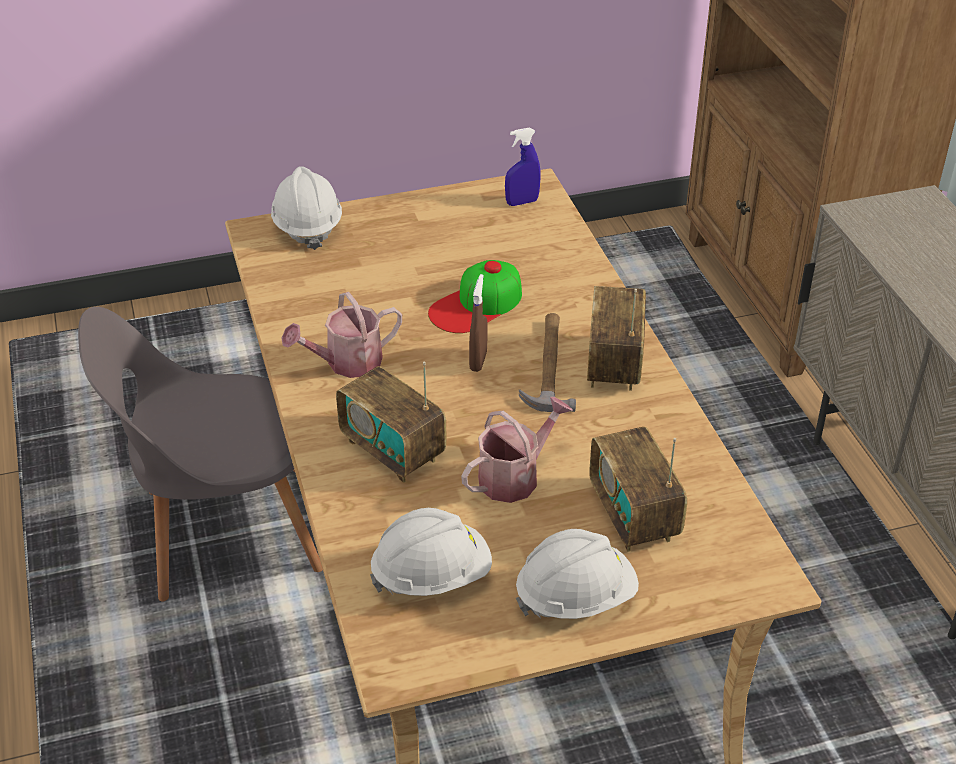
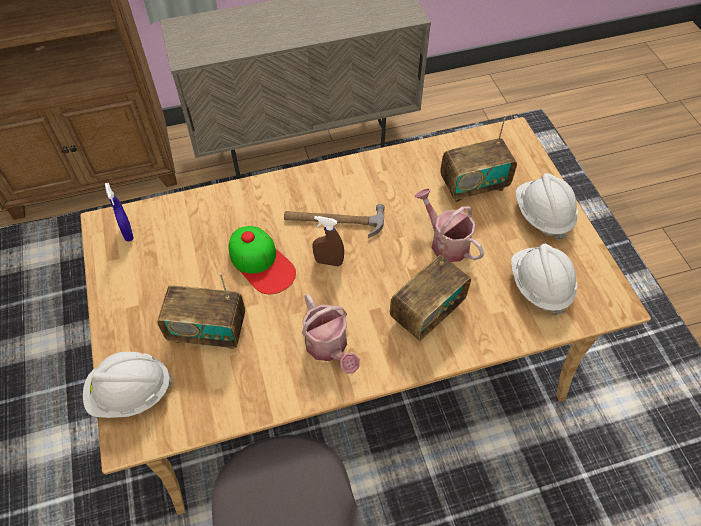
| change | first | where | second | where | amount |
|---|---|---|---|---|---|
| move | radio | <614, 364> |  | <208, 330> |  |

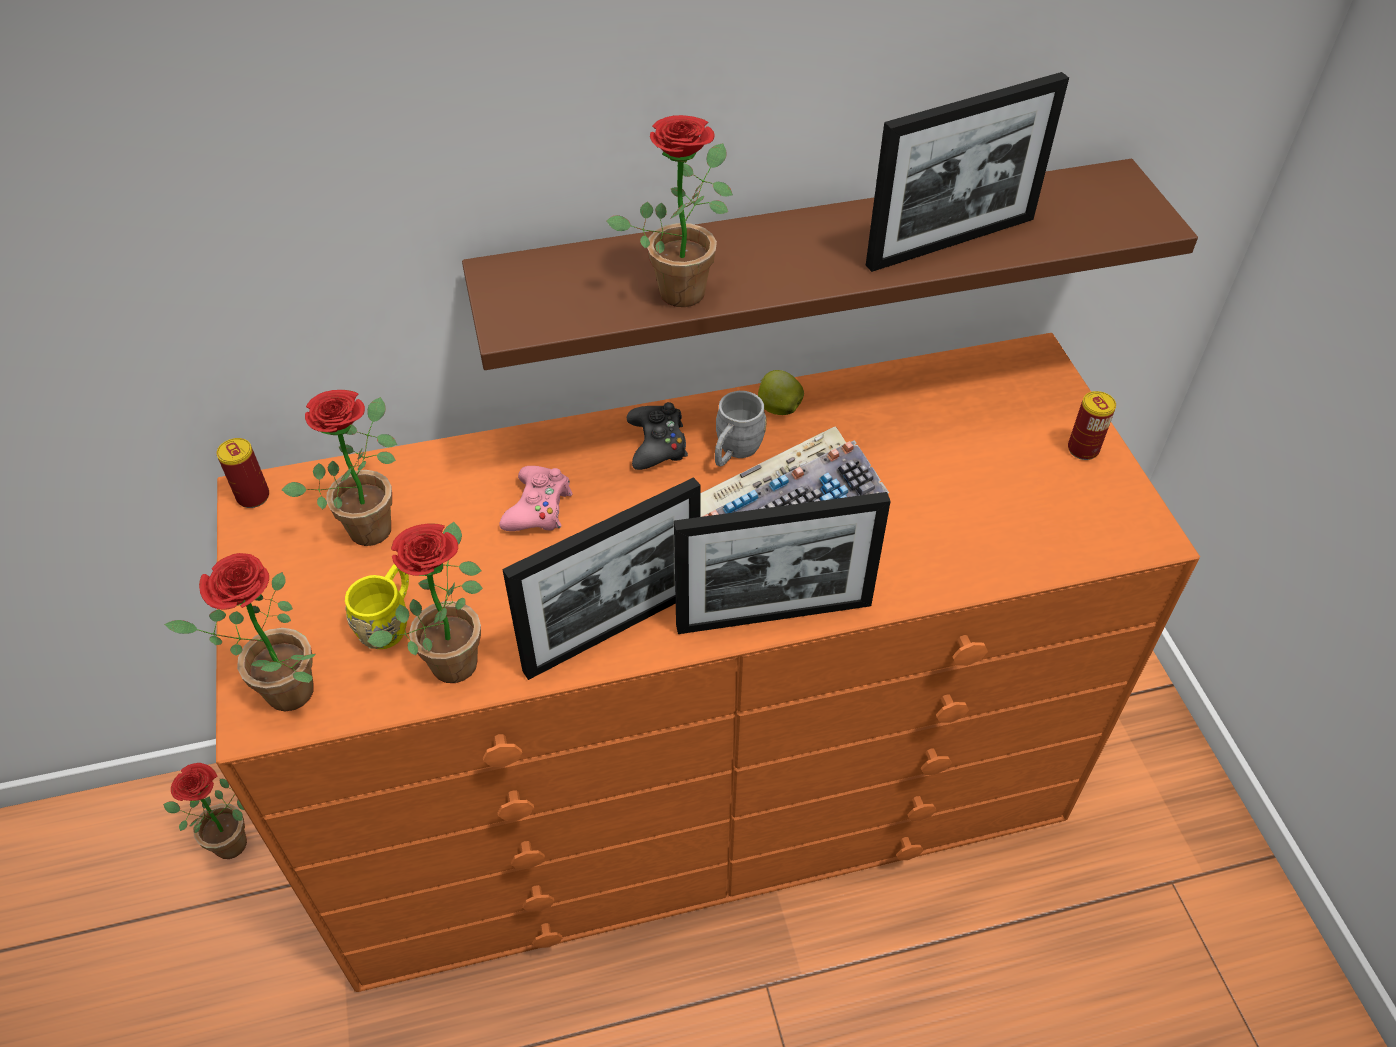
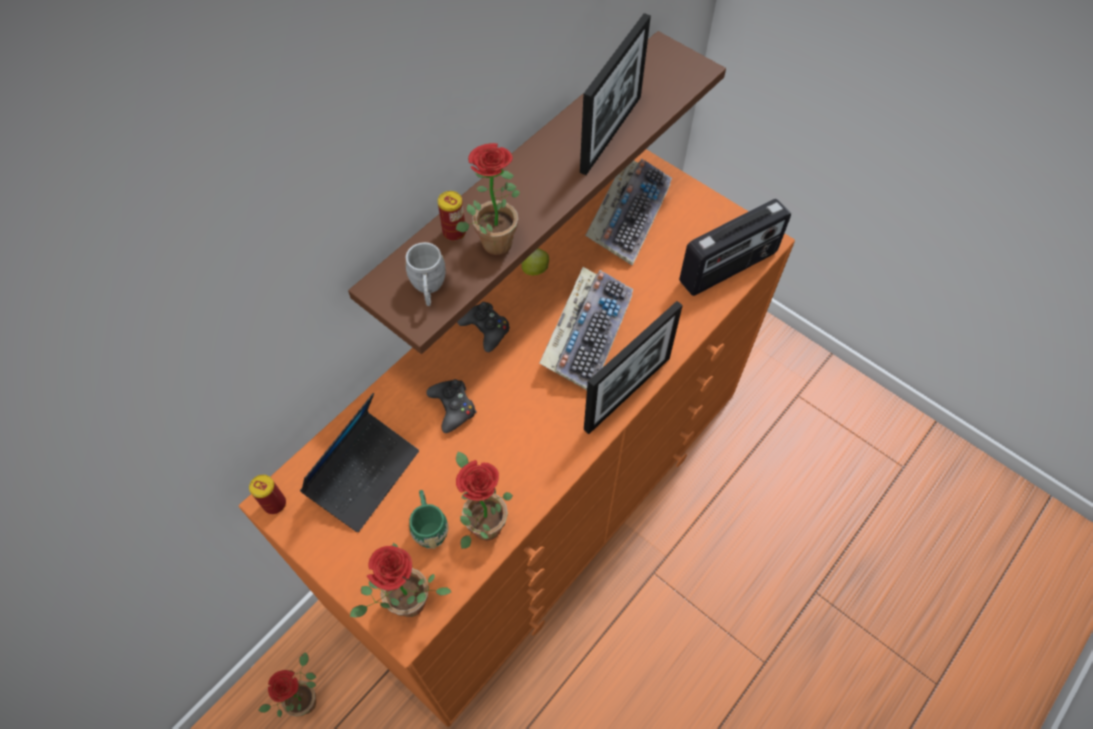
| change | first | where | second | where | amount |
|---|---|---|---|---|---|
| delete | picture frame | <613, 630> |  |  |  |
| insert |  |  | keyboard | <628, 214> |  |
| insert |  |  | radio | <729, 268> |  |
| move | mug in grey | <734, 452> |  | <428, 289> |  |
| move | can | <1083, 449> |  | <454, 232> |  |
| replace | potted plant | <371, 522> | laptop | <364, 474> |  |
| recolor | mug in yellow | <390, 622> | mug in green | <429, 526> |  |
| recolor | game controller in pink | <538, 508> | game controller in black | <453, 407> |  |

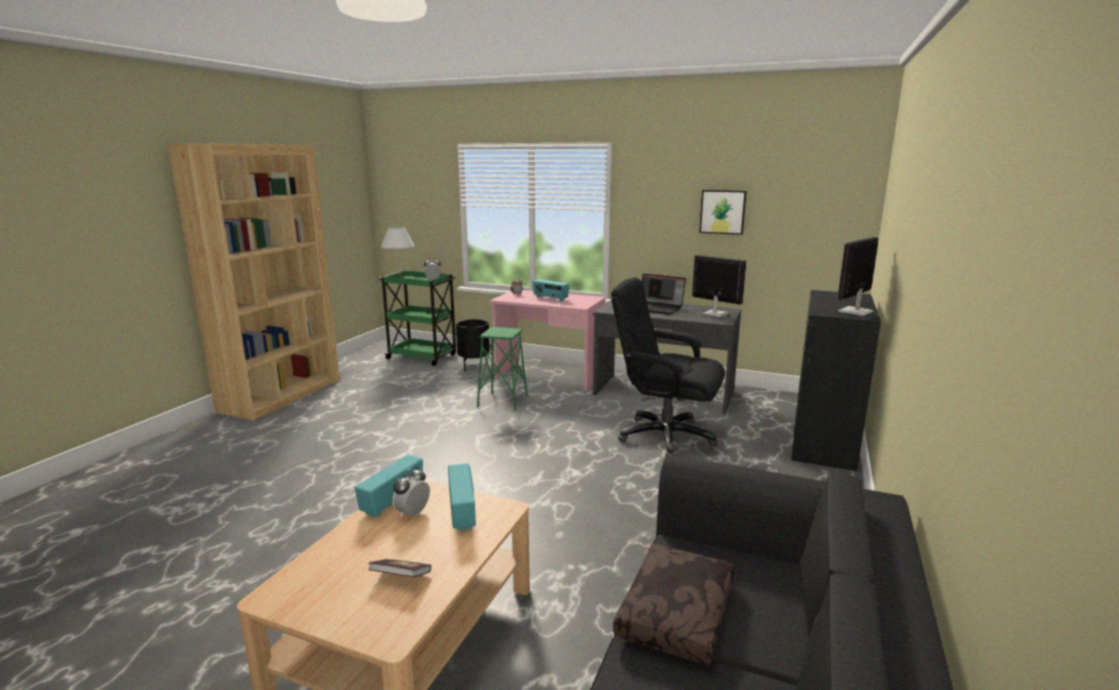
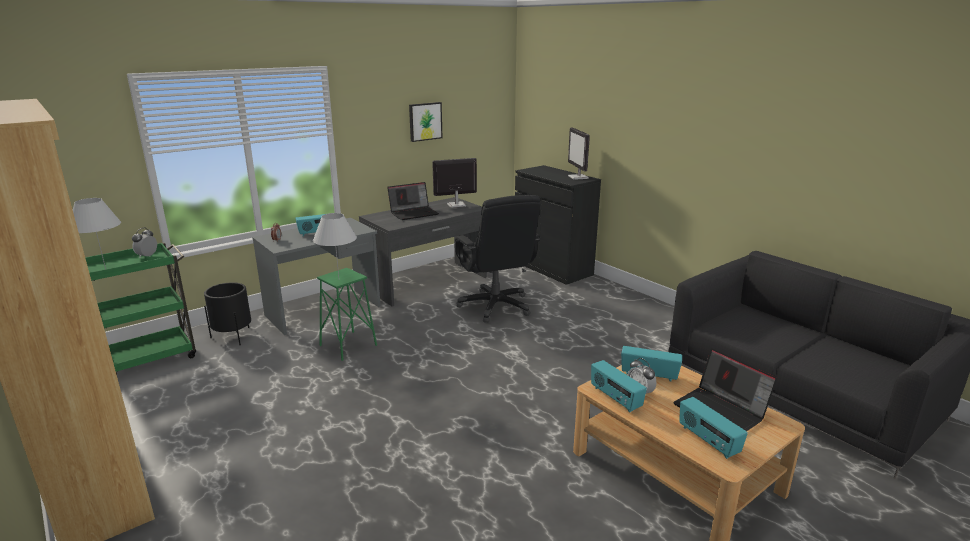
| change | first | where | second | where | amount |
|---|---|---|---|---|---|
| delete | pillow in brown | <678, 614> |  |  |  |
| insert |  |  | table lamp in white | <339, 280> |  |
| insert |  |  | radio | <707, 441> |  |
| replace | book | <401, 577> | laptop | <721, 411> |  |
| recolor | desk in pink | <548, 376> | desk in grey | <324, 311> |  |
| rotate | office chair in black | <664, 436> |  | <495, 306> | 75 degrees counterclockwise |

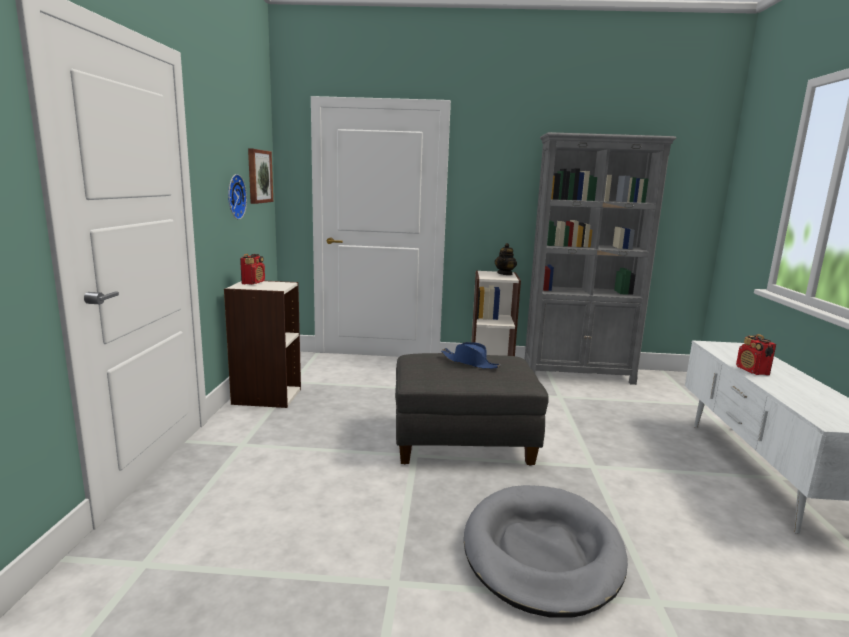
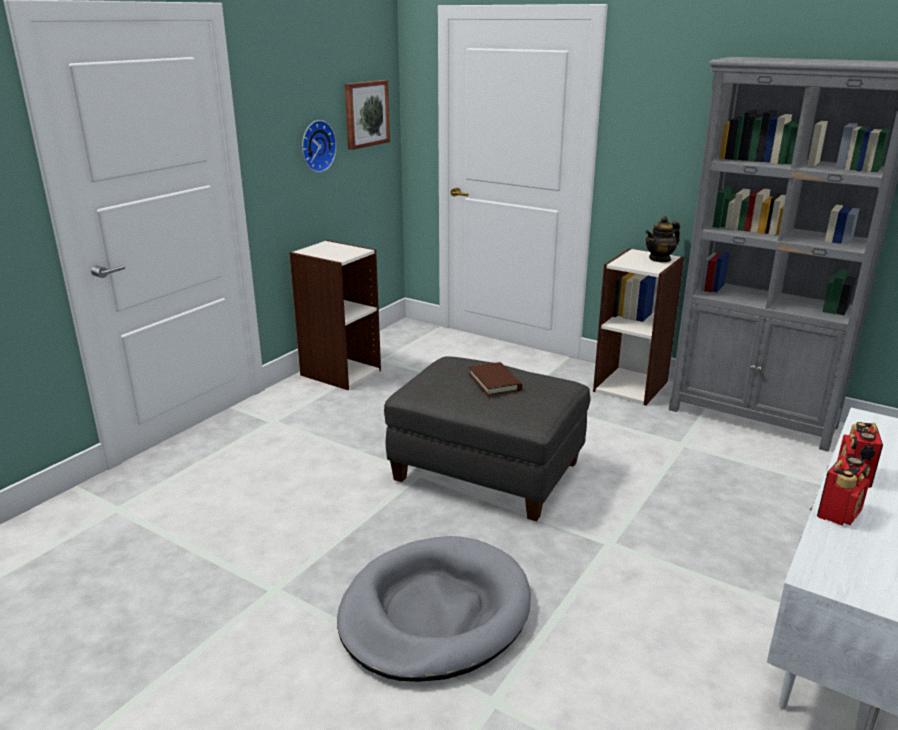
| change | first | where | second | where | amount |
|---|---|---|---|---|---|
| move | radio | <253, 283> |  | <839, 513> |  |
| replace | hat in blue | <470, 362> | book in brown | <494, 382> |  |

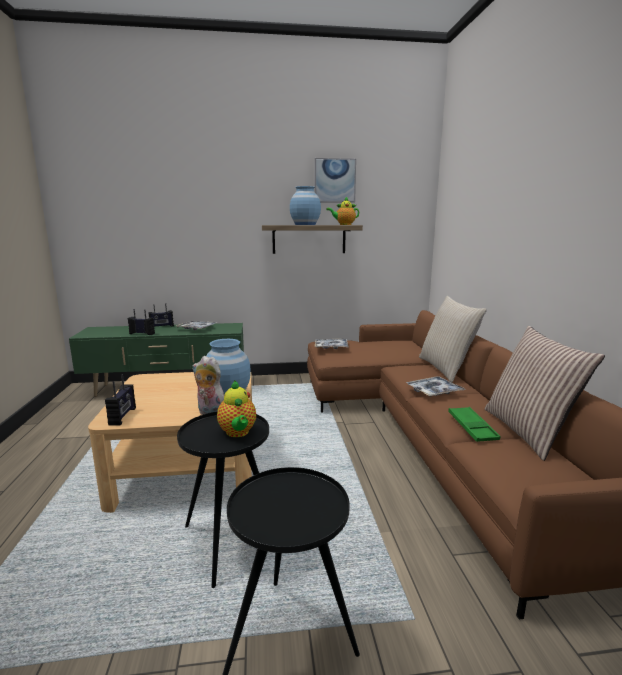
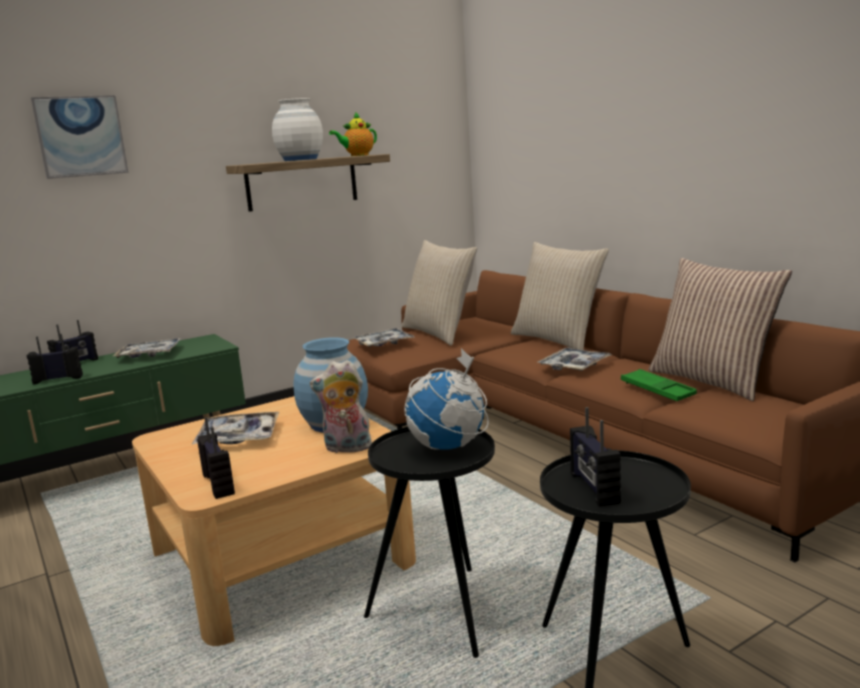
| change | first | where | second | where | amount |
|---|---|---|---|---|---|
| insert |  |  | tray | <238, 437> |  |
| insert |  |  | pillow in beige | <440, 333> |  |
| insert |  |  | radio | <593, 488> |  |
| move | picture | <334, 180> |  | <80, 136> |  |
| replace | teapot | <238, 433> | globe | <448, 447> |  |
| recolor | vase in blue | <305, 224> | vase in white | <300, 160> |  |

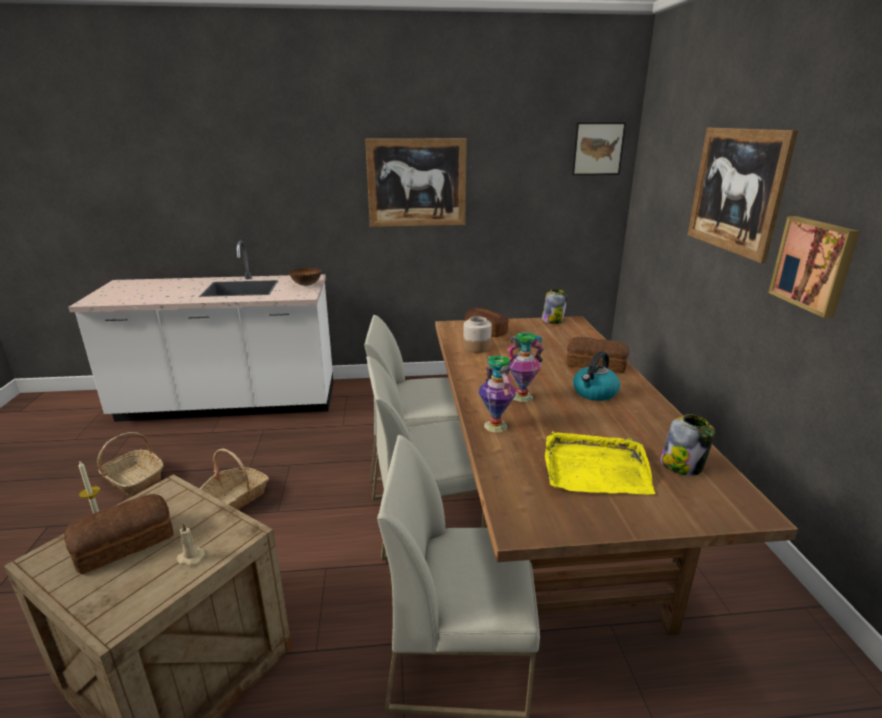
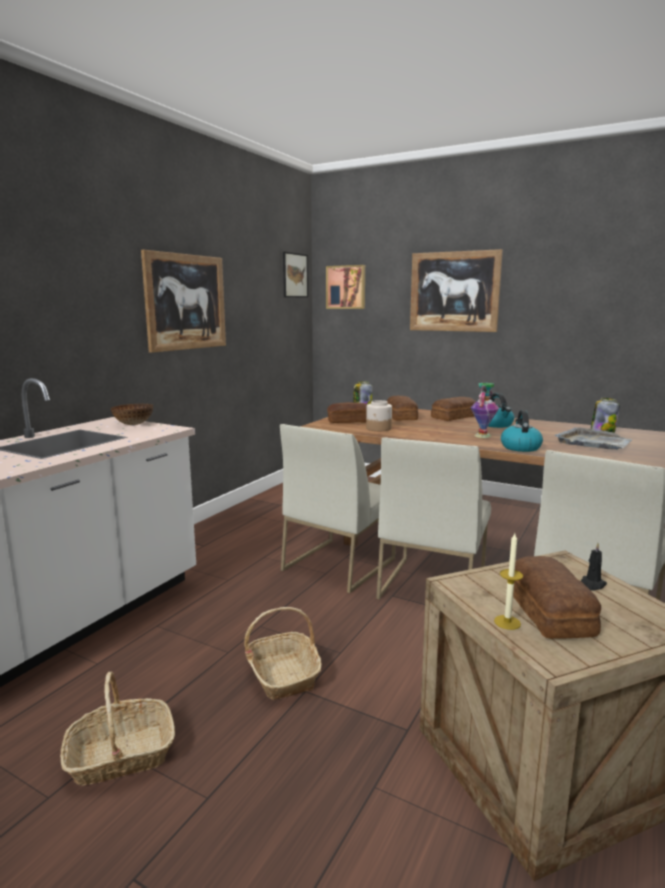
| change | first | where | second | where | amount |
|---|---|---|---|---|---|
| insert |  |  | bread | <401, 416> |  |
| move | picture | <814, 264> |  | <346, 287> |  |
| replace | vase | <495, 426> | kettle | <520, 447> |  |
| recolor | candle in beige | <190, 558> | candle in black | <592, 584> |  |
| recolor | tray in yellow | <595, 468> | tray in grey | <594, 442> |  |

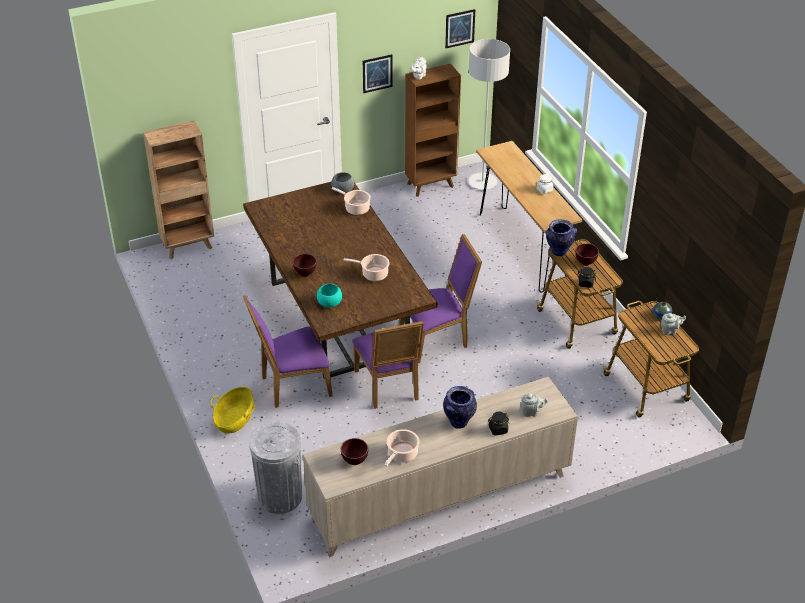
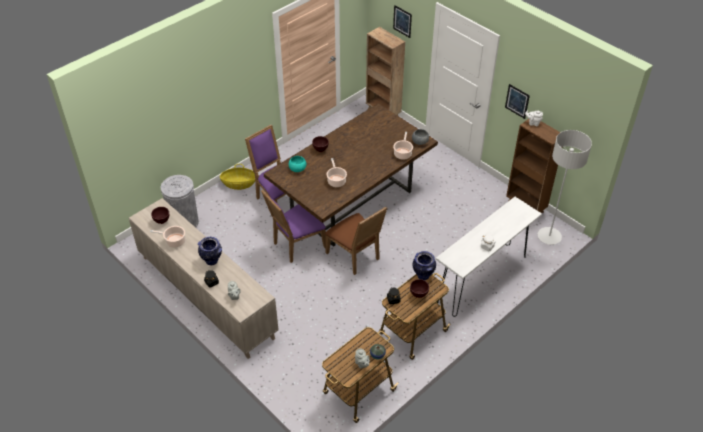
| change | first | where | second | where | amount |
|---|---|---|---|---|---|
| move | picture | <460, 28> |  | <402, 21> |  |
| recolor | chair in purple | <437, 338> | chair in brown | <355, 257> |  |
| recolor | console table in brown | <522, 248> | console table in white | <482, 279> |  |

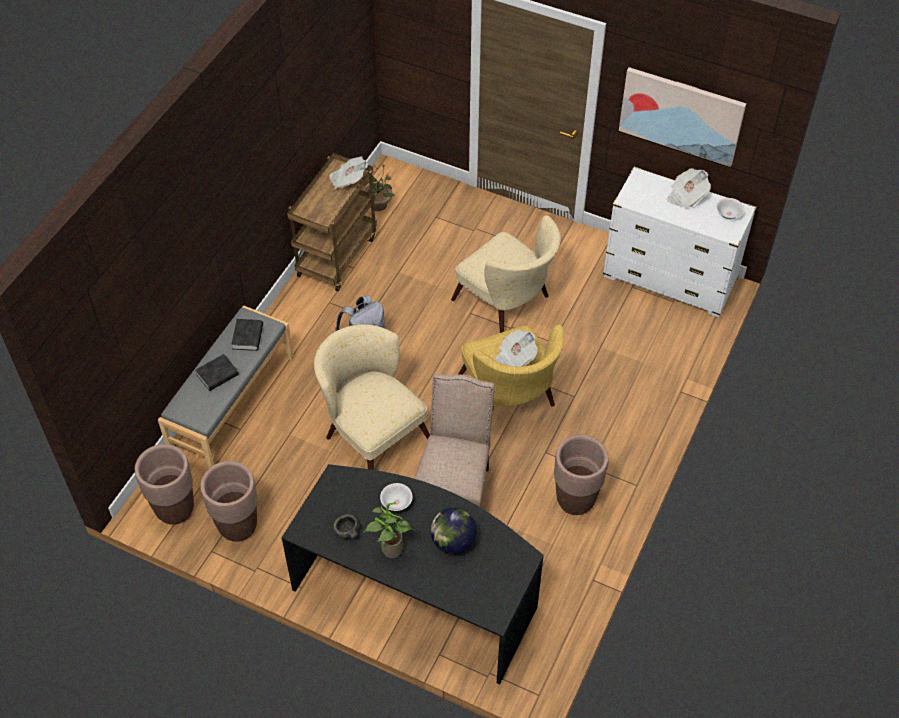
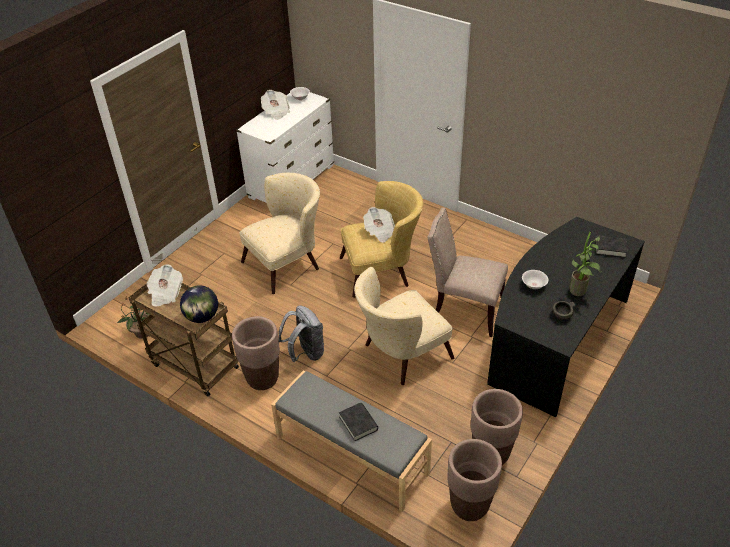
| change | first | where | second | where | amount |
|---|---|---|---|---|---|
| delete | picture | <681, 115> |  |  |  |
| move | book in black | <248, 337> |  | <610, 248> |  |
| move | globe | <453, 542> |  | <202, 317> |  |
| move | planter in brown | <575, 500> |  | <262, 379> |  |

